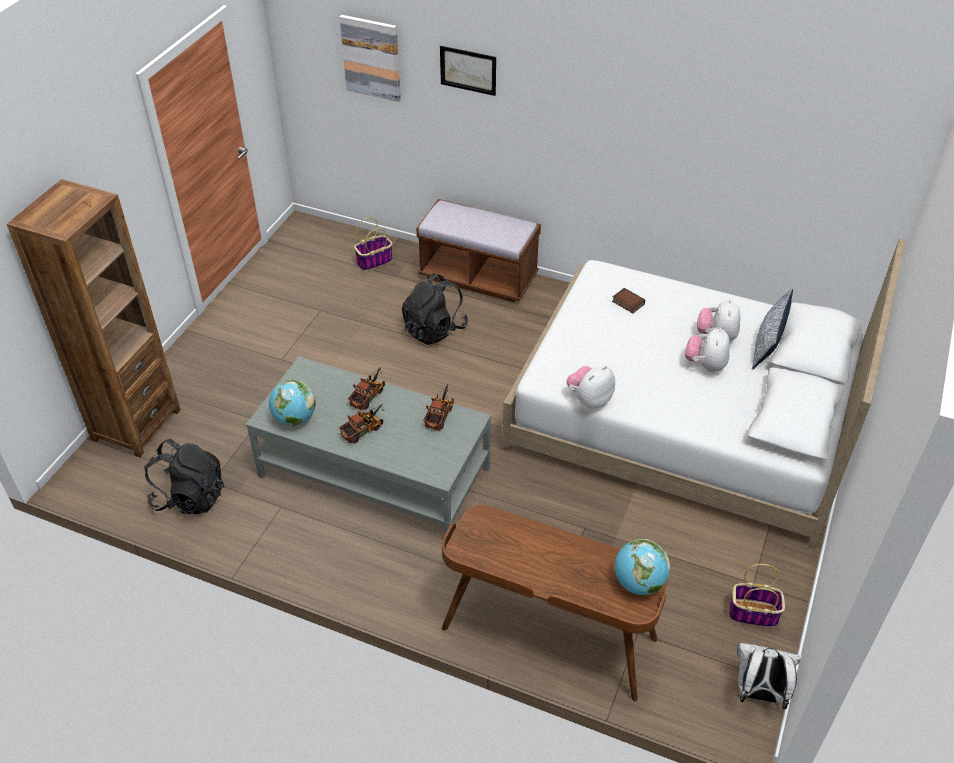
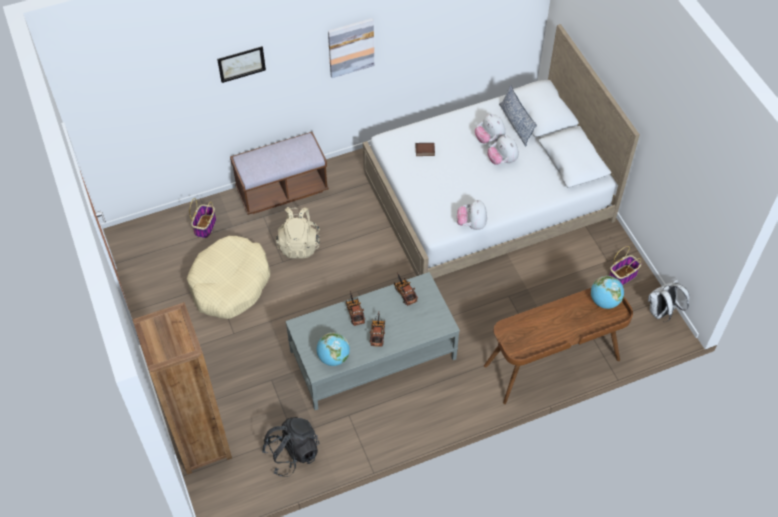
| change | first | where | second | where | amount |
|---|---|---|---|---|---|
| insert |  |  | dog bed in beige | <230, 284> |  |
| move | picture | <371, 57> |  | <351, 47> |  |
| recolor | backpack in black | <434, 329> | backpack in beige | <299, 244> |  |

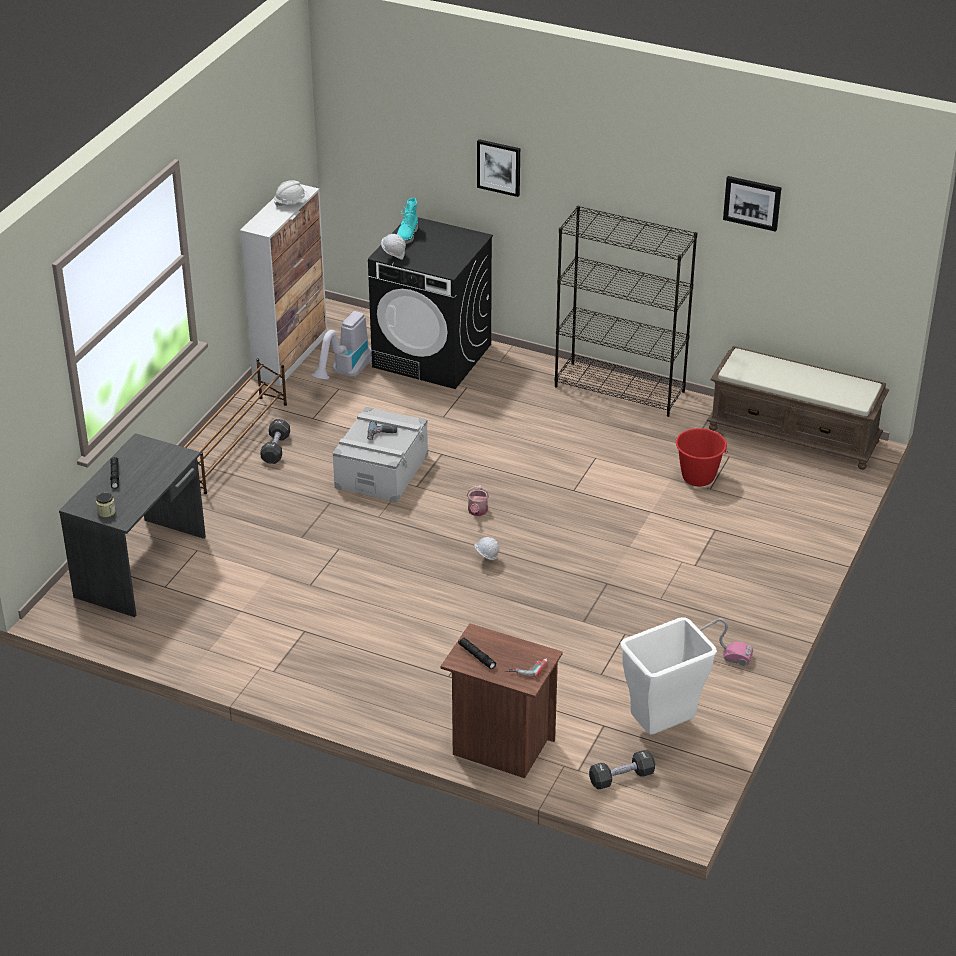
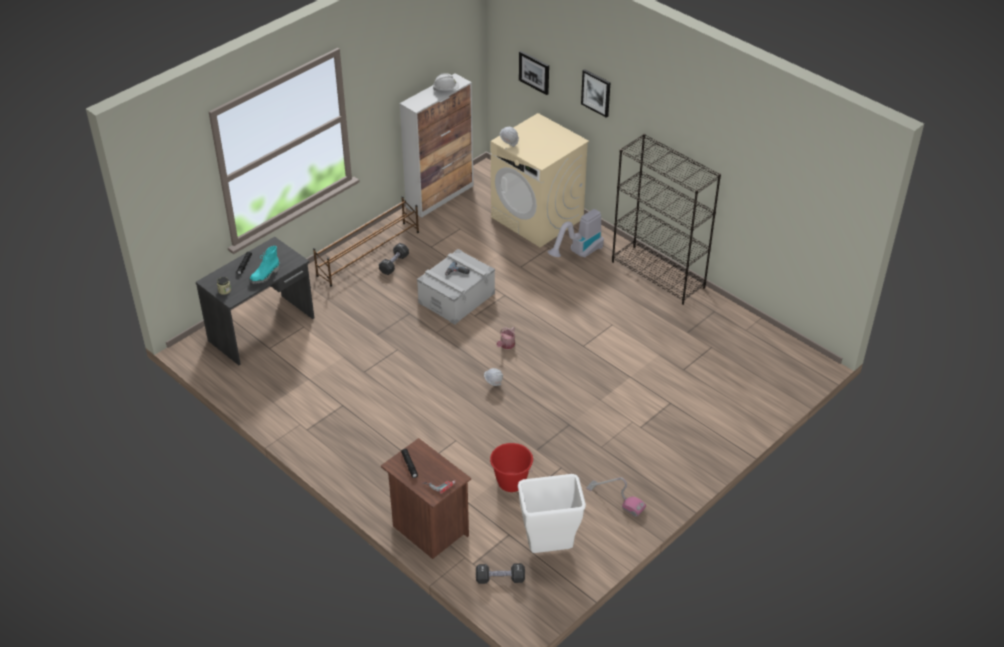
| change | first | where | second | where | amount |
|---|---|---|---|---|---|
| delete | bench in brown | <794, 435> |  |  |  |
| move | vacuum cleaner | <345, 374> |  | <578, 254> |  |
| move | boot in turquoise | <407, 236> |  | <265, 275> |  |
| move | bucket in red | <698, 477> |  | <511, 482> |  |
| move | picture | <752, 202> |  | <534, 72> |  |
| recolor | washing machine in black | <432, 356> | washing machine in beige | <537, 218> |  |

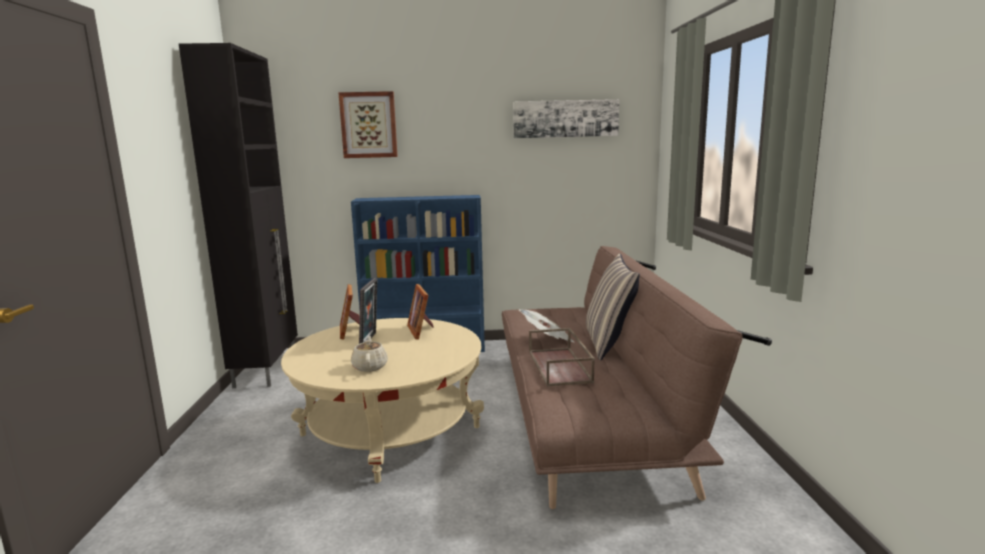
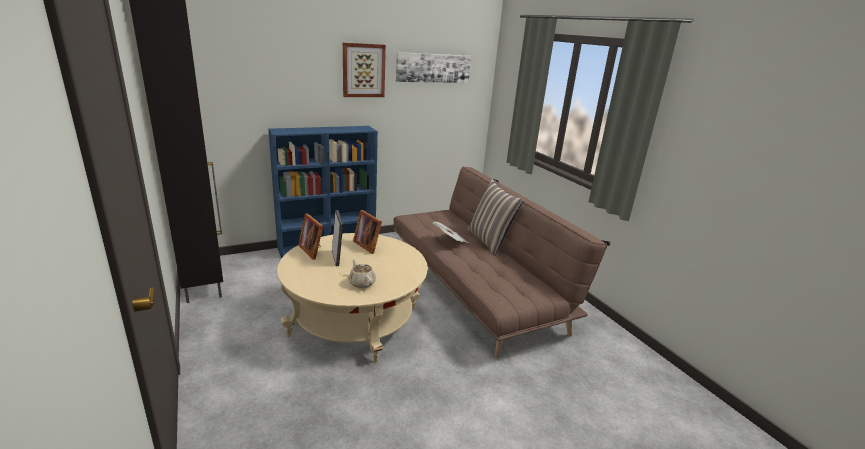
| change | first | where | second | where | amount |
|---|---|---|---|---|---|
| delete | tray in brown | <560, 367> |  |  |  |
| move | picture | <369, 125> |  | <363, 70> |  |

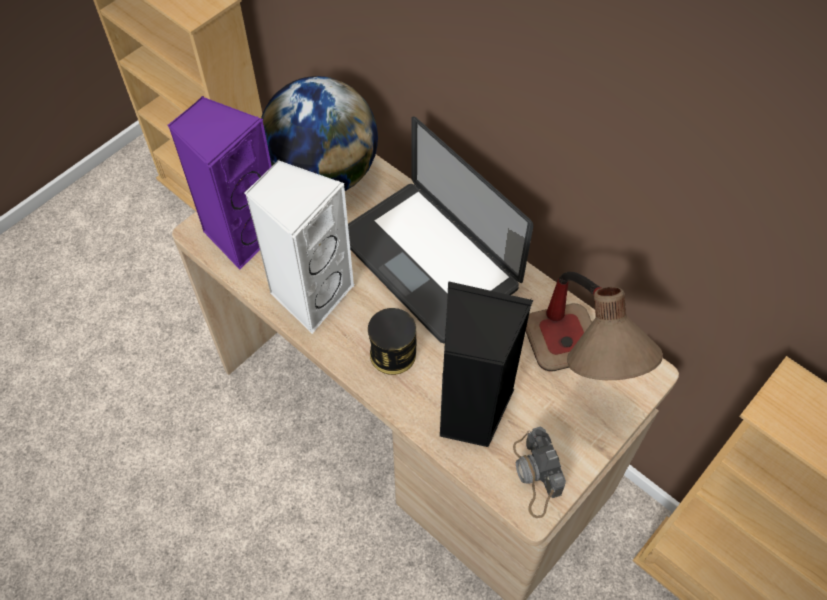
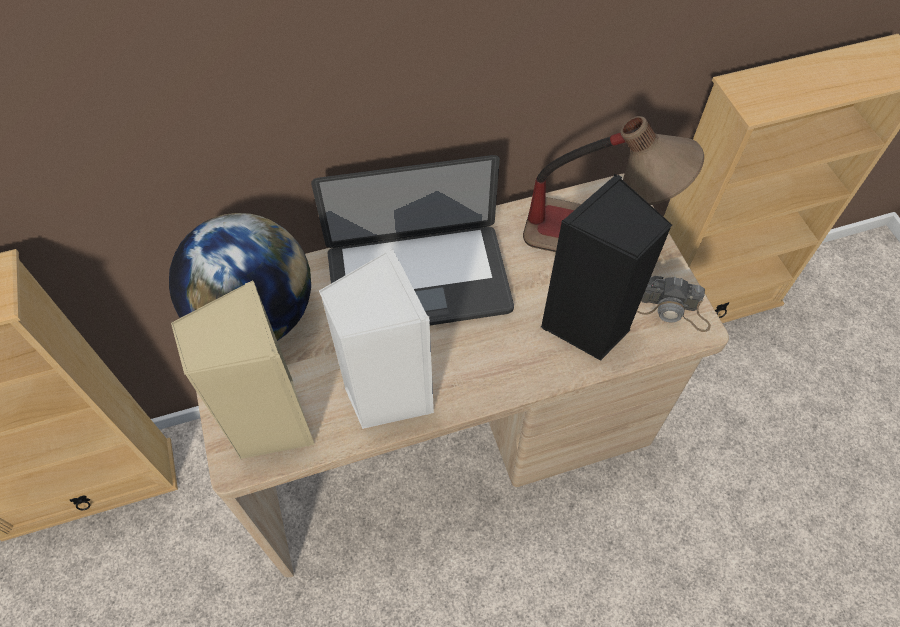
| change | first | where | second | where | amount |
|---|---|---|---|---|---|
| delete | can | <393, 354> |  |  |  |
| recolor | speaker in purple | <241, 233> | speaker in beige | <269, 423> |  |

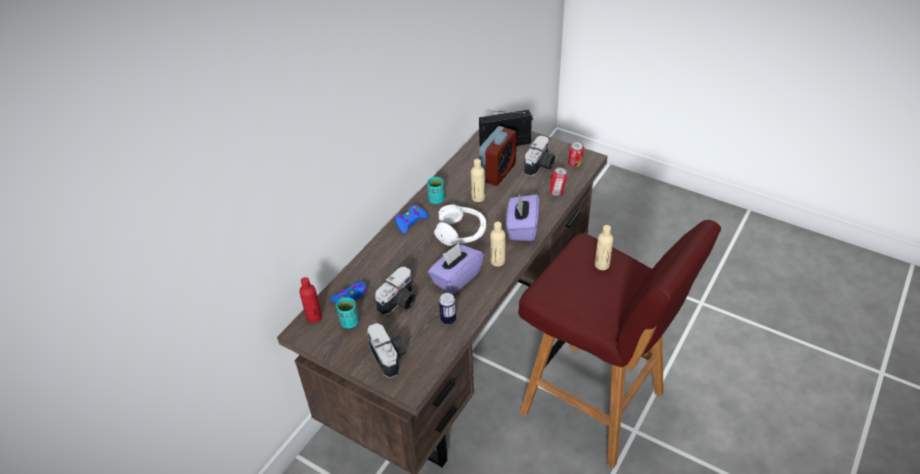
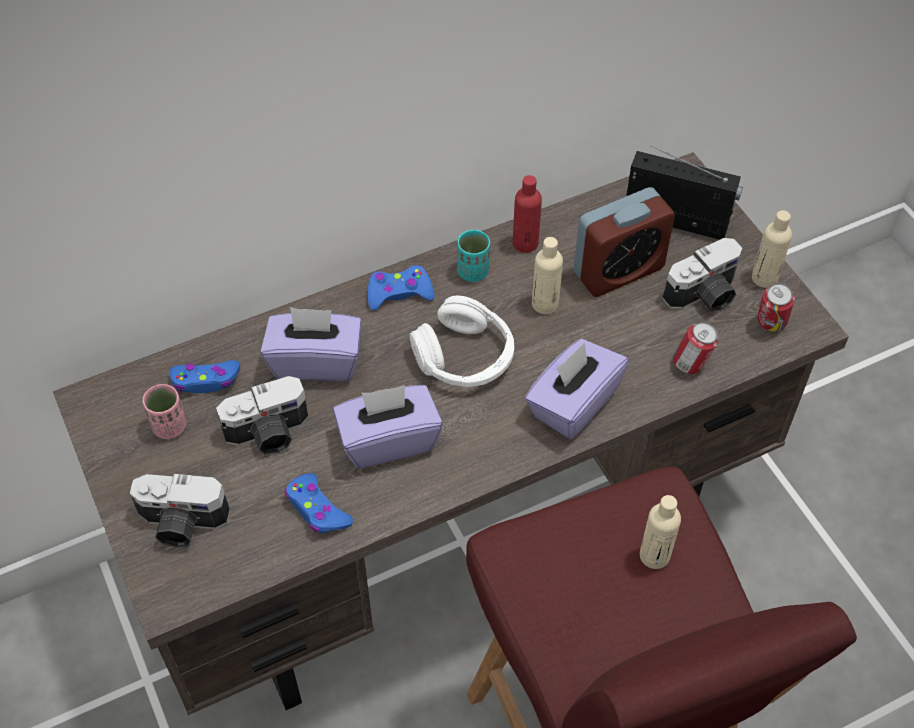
| change | first | where | second | where | amount |
|---|---|---|---|---|---|
| insert |  |  | tissue box in purple | <316, 361> |  |
| move | bottle in red | <314, 317> |  | <525, 243> |  |
| move | bottle in beige | <497, 261> |  | <764, 278> |  |
| replace | can | <448, 319> | game controller in blue | <317, 510> |  |
| recolor | cup in turquoise | <349, 322> | cup in pink | <169, 426> |  |
| rotate | photo camera | <390, 356> |  | <181, 524> | 90 degrees clockwise |

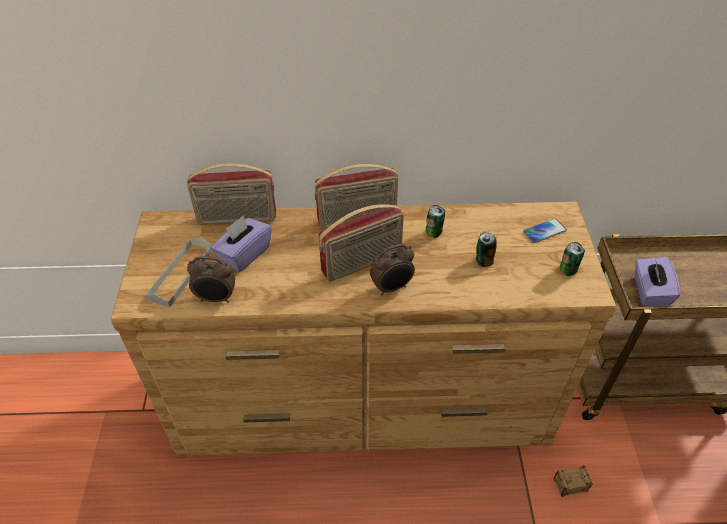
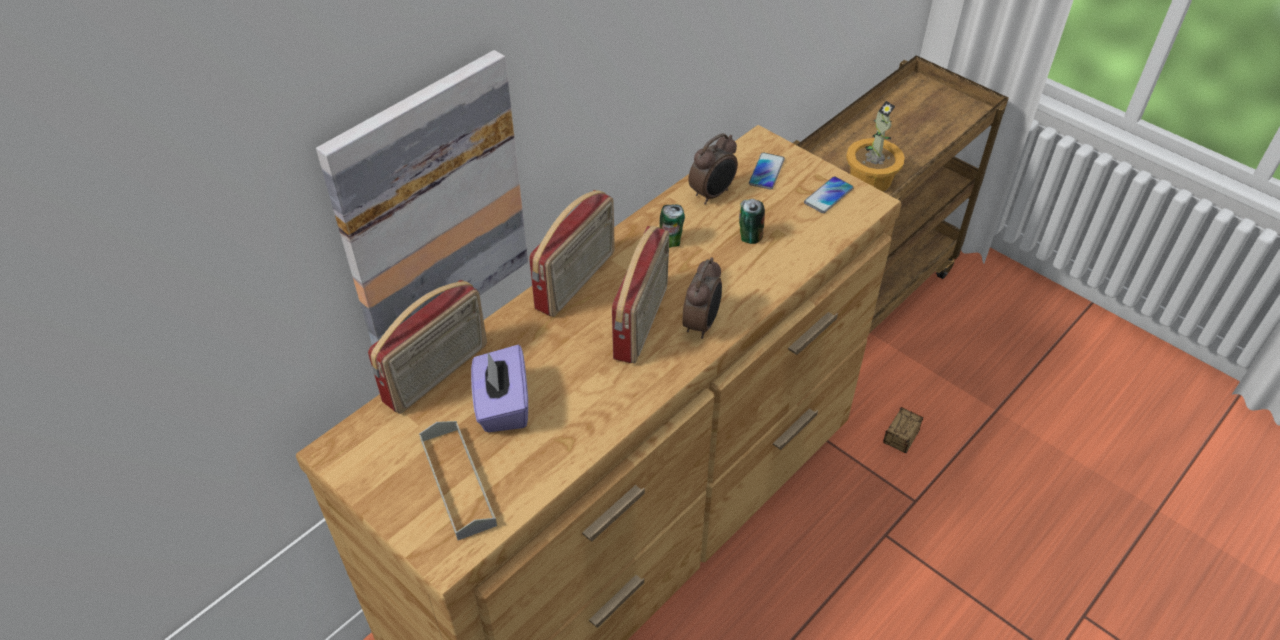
| change | first | where | second | where | amount |
|---|---|---|---|---|---|
| insert |  |  | picture | <431, 209> |  |
| move | alarm clock | <216, 298> |  | <712, 194> |  |
| replace | can | <567, 270> | phone | <828, 196> |  |
| replace | tissue box in purple | <649, 291> | potted plant | <871, 180> |  |

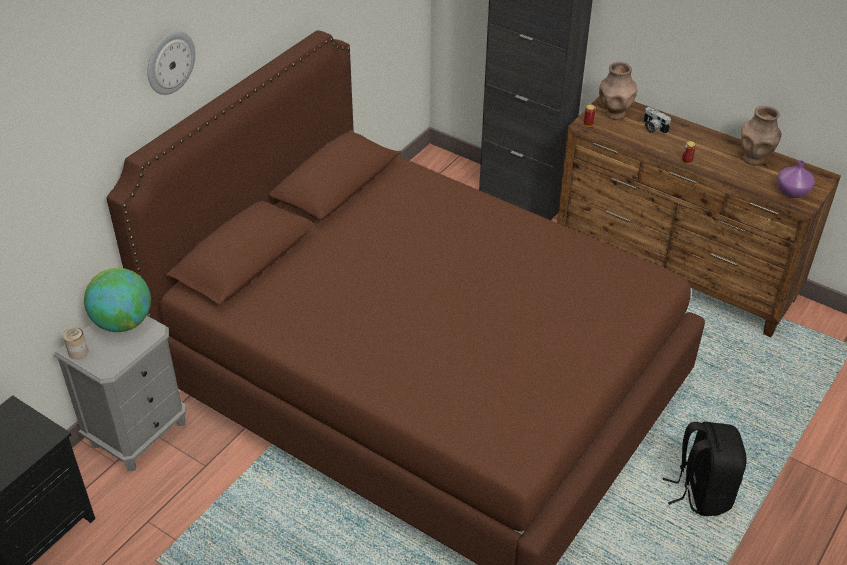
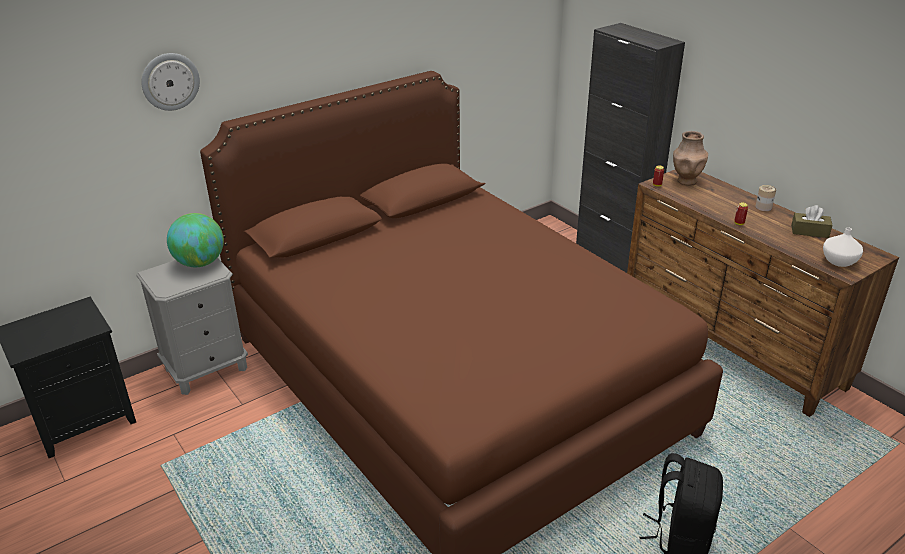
| change | first | where | second | where | amount |
|---|---|---|---|---|---|
| delete | photo camera | <653, 128> |  |  |  |
| move | can | <78, 352> |  | <763, 207> |  |
| move | wall clock | <169, 62> |  | <170, 81> |  |
| replace | vase in brown | <754, 159> | tissue box in brown | <809, 231> |  |
| recolor | vase in purple | <793, 191> | vase in white | <839, 261> |  |

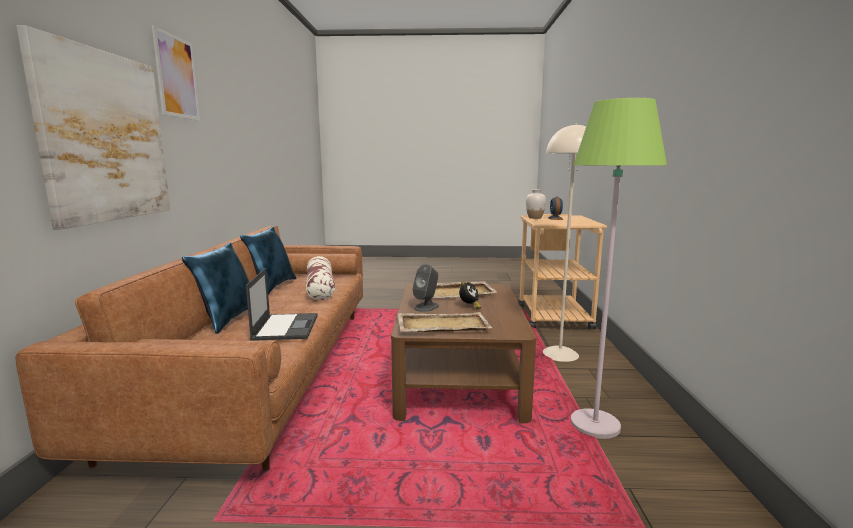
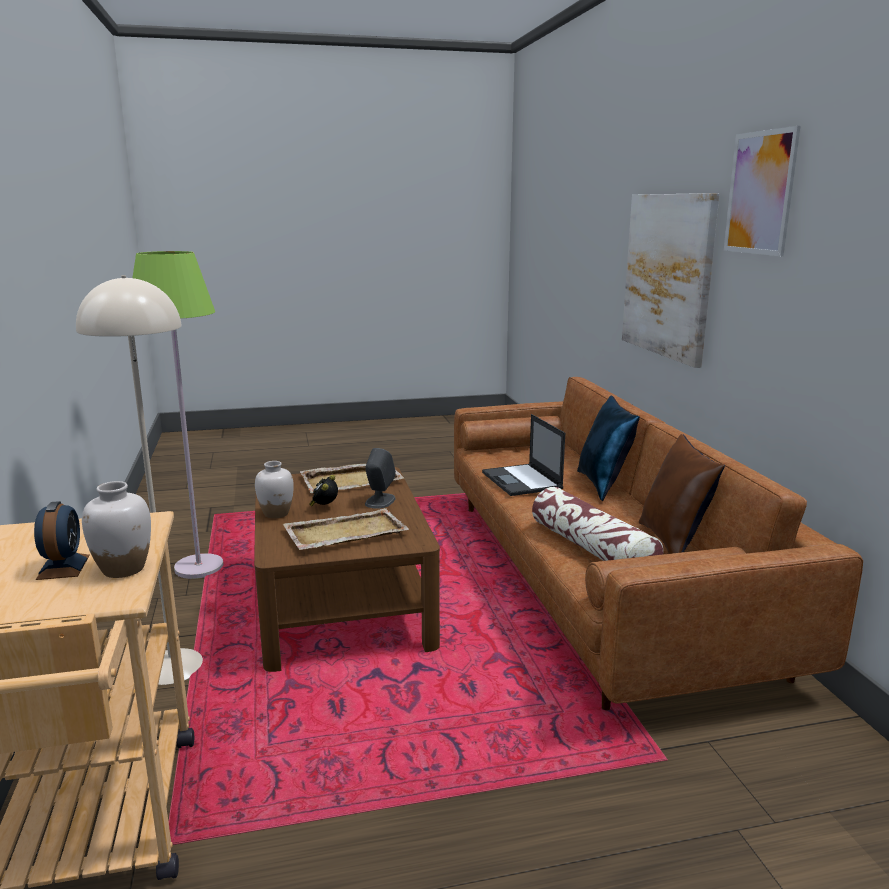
| change | first | where | second | where | amount |
|---|---|---|---|---|---|
| insert |  |  | vase in white | <276, 514> |  |
| recolor | pillow in blue | <272, 286> | pillow in brown | <674, 543> |  |

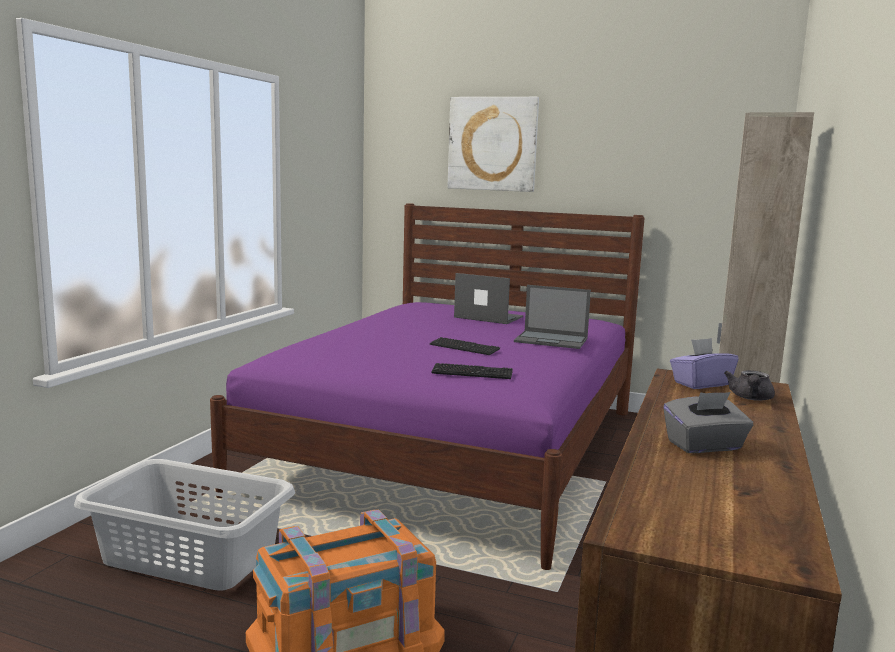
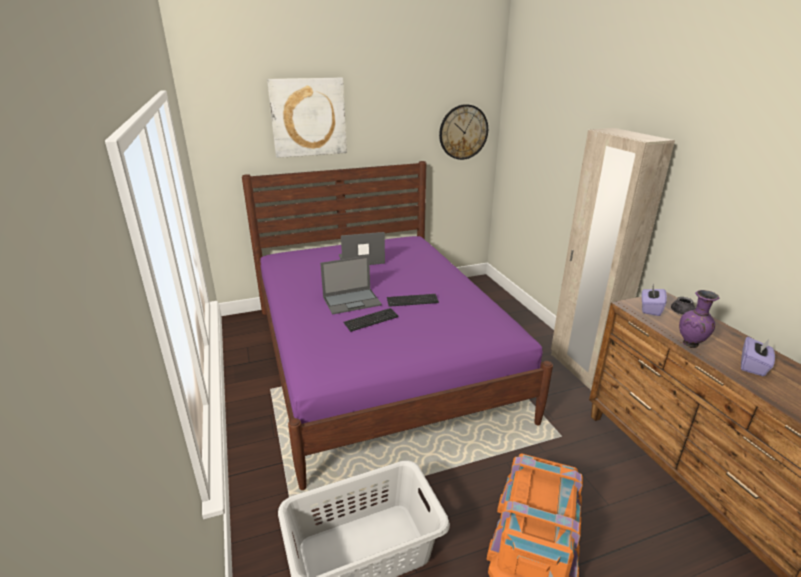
| change | first | where | second | where | amount |
|---|---|---|---|---|---|
| insert |  |  | wall clock | <463, 132> |  |
| insert |  |  | vase in purple | <690, 345> |  |
| move | keyboard | <472, 373> |  | <371, 320> |  |
| move | laptop | <552, 340> |  | <352, 301> |  |
| recolor | tissue box in grey | <704, 446> | tissue box in purple | <753, 366> |  |

